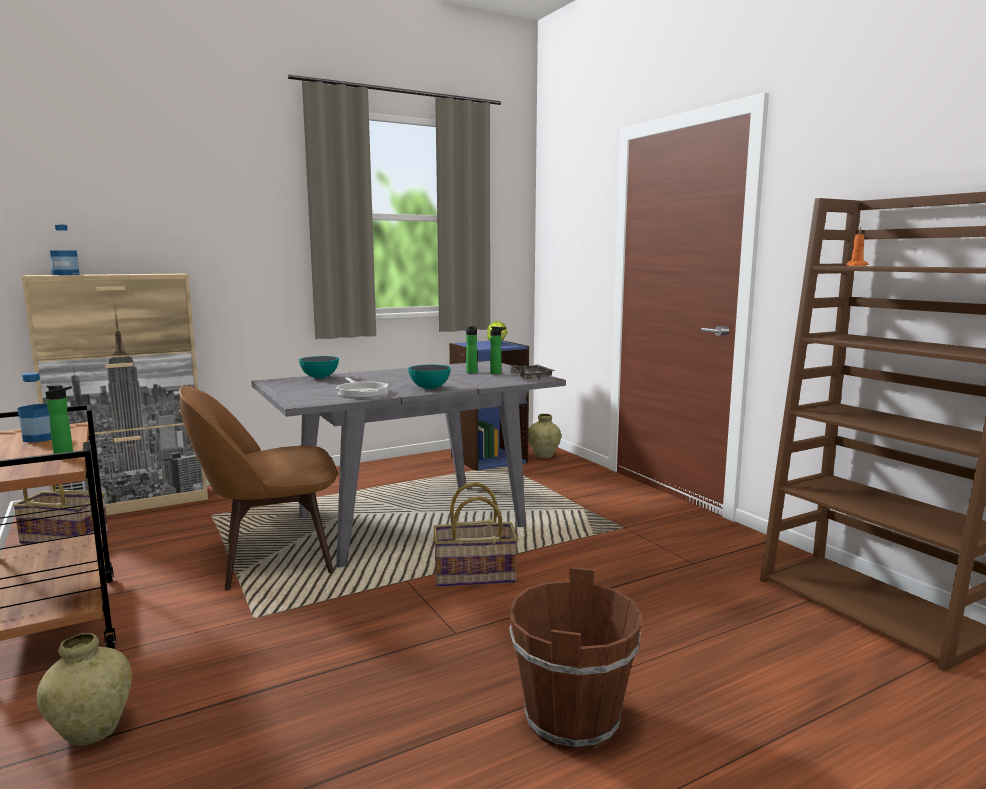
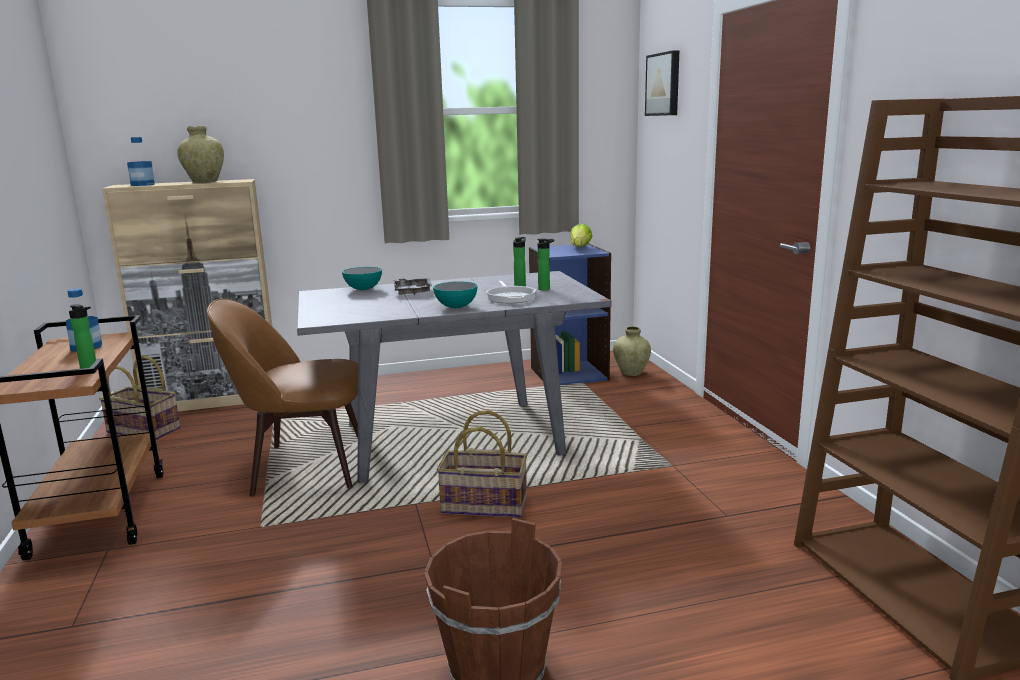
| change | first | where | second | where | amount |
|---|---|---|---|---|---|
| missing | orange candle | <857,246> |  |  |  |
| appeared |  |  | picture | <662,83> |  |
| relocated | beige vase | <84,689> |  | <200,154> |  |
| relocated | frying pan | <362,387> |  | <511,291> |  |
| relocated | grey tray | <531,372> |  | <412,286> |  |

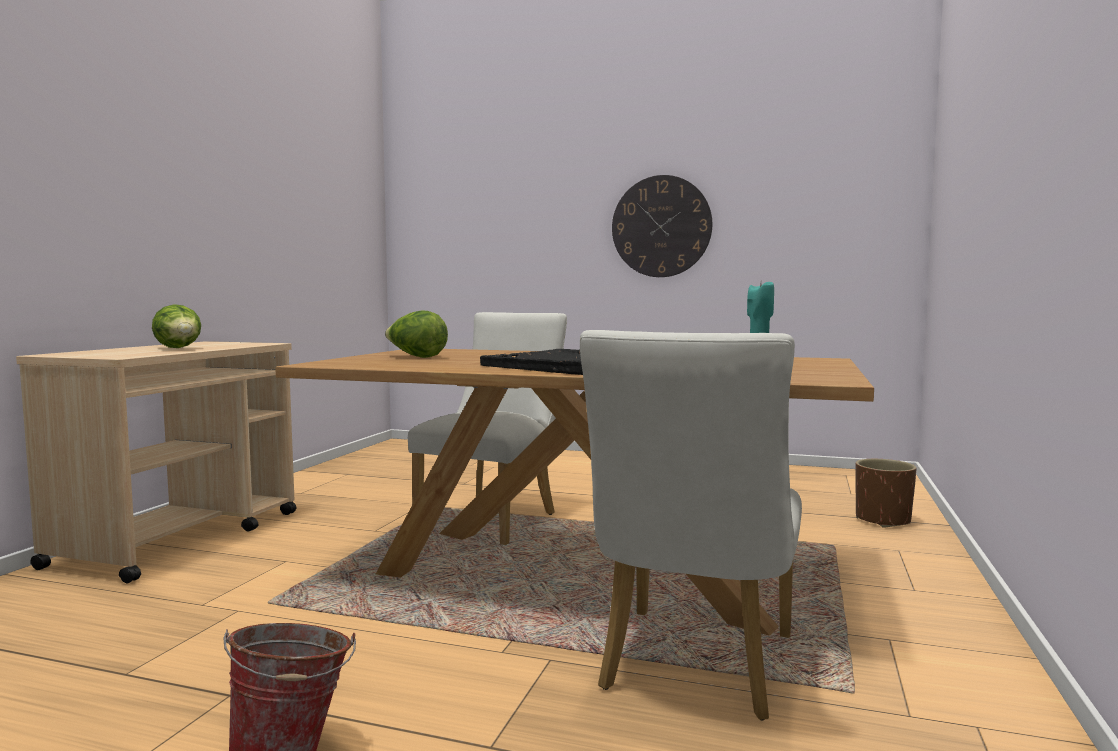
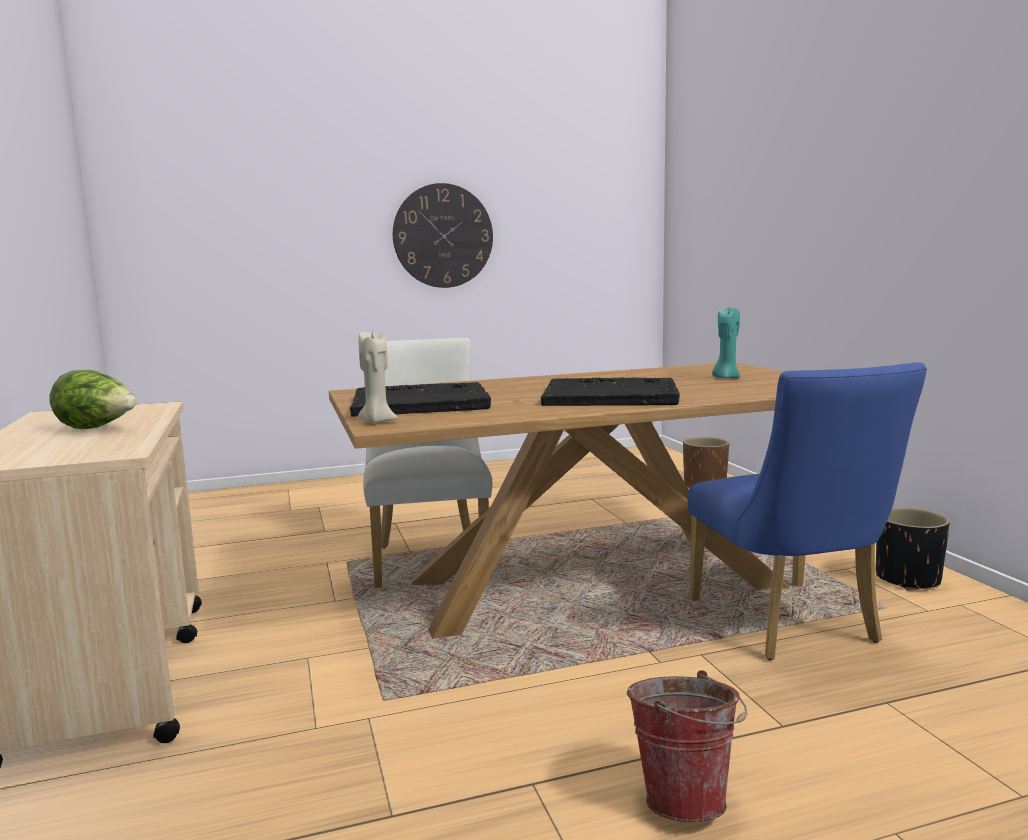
| change | first | where | second | where | amount |
|---|---|---|---|---|---|
| appeared |  |  | beige candle | <377,377> |  |
| appeared |  |  | black planter | <913,549> |  |
| exchanged | lettuce | <416,334> | black tray | <420,399> |  |
| colour | white chair | <691,525> | blue chair | <807,511> |  |

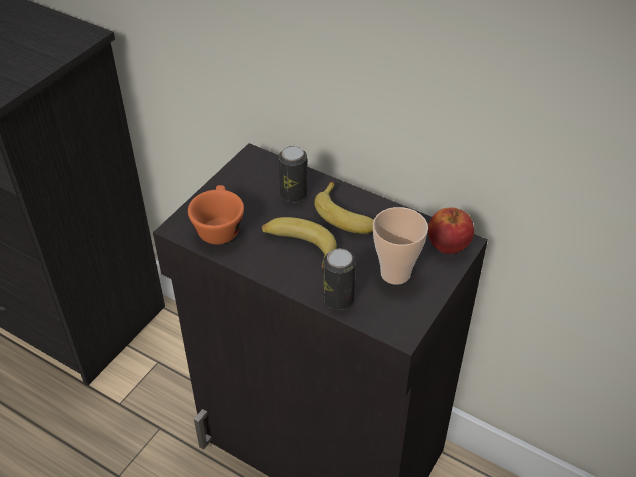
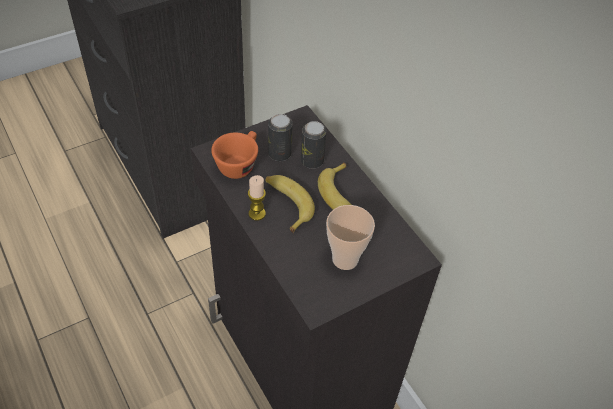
| change | first | where | second | where | amount |
|---|---|---|---|---|---|
| missing | apple | <451,230> |  |  |  |
| appeared |  |  | candle | <257,197> |  |
| relocated | can | <339,279> |  | <280,137> |  |

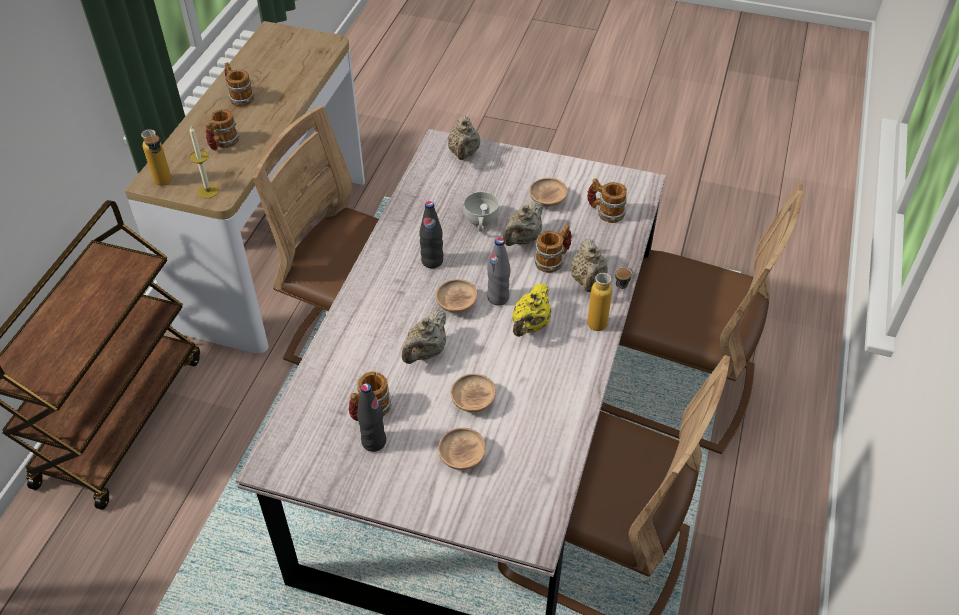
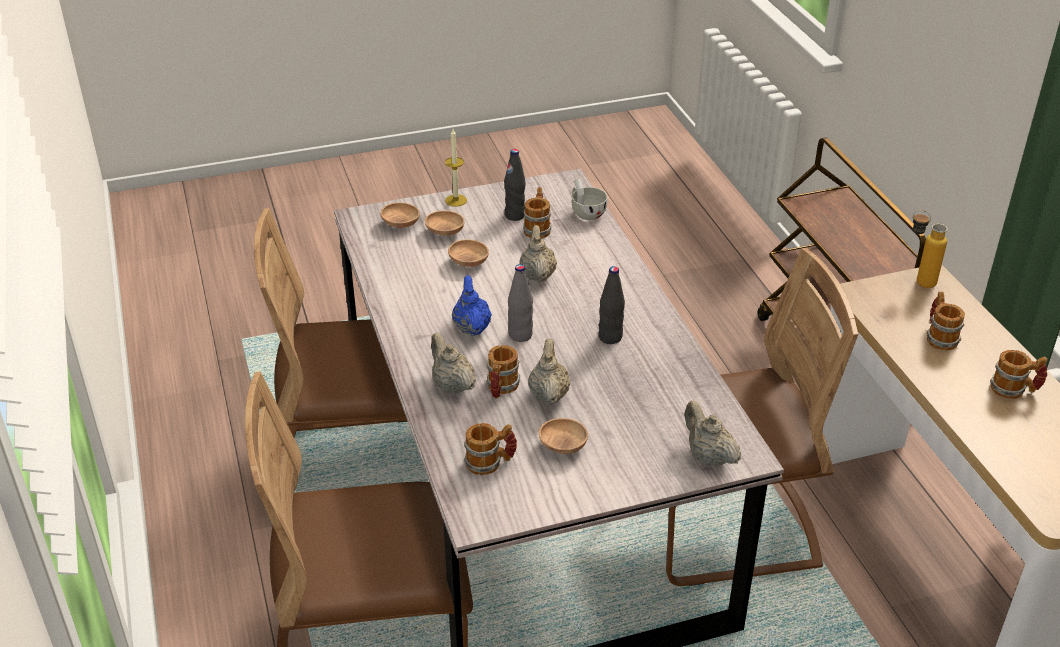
| change | first | where | second | where | amount |
|---|---|---|---|---|---|
| missing | bottle | <610,299> |  |  |  |
| relocated | candle | <204,162> |  | <456,168> |  |
| relocated | brown bowl | <456,296> |  | <400,215> |  |
| relocated | white cup | <481,211> |  | <589,199> |  |
| colour | yellow teapot | <531,310> | blue teapot | <472,305> |  |

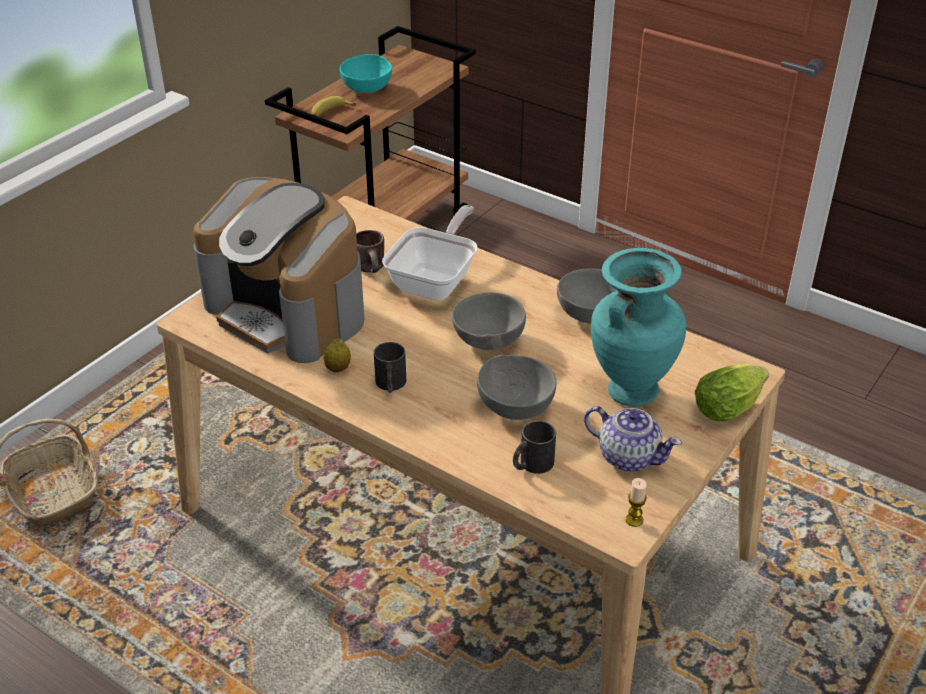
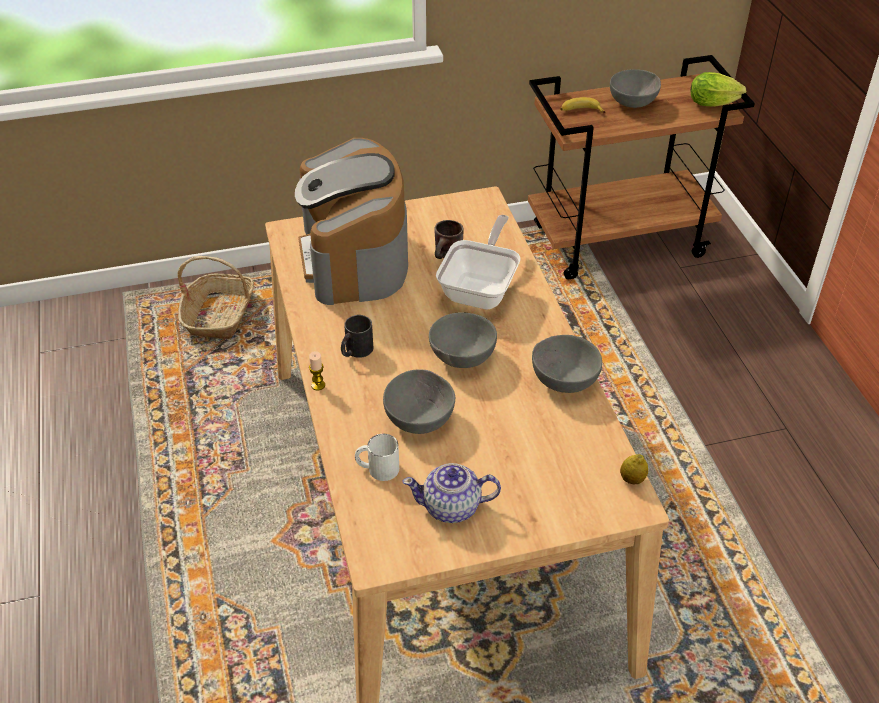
| change | first | where | second | where | amount |
|---|---|---|---|---|---|
| missing | turquoise vase | <638,327> |  |  |  |
| relocated | lemon | <337,355> |  | <634,469> |  |
| relocated | candle | <636,502> |  | <317,371> |  |
| relocated | lettuce | <732,392> |  | <718,89> |  |
| colour | turquoise bowl | <366,73> | grey bowl | <635,88> |  |
| colour | black mug | <534,447> | white mug | <377,457> |  |
| spun | frying pan | <430,253> |  | <478,262> | 45 degrees counterclockwise |
| spun | teapot | <633,439> |  | <451,493> | 105 degrees clockwise |

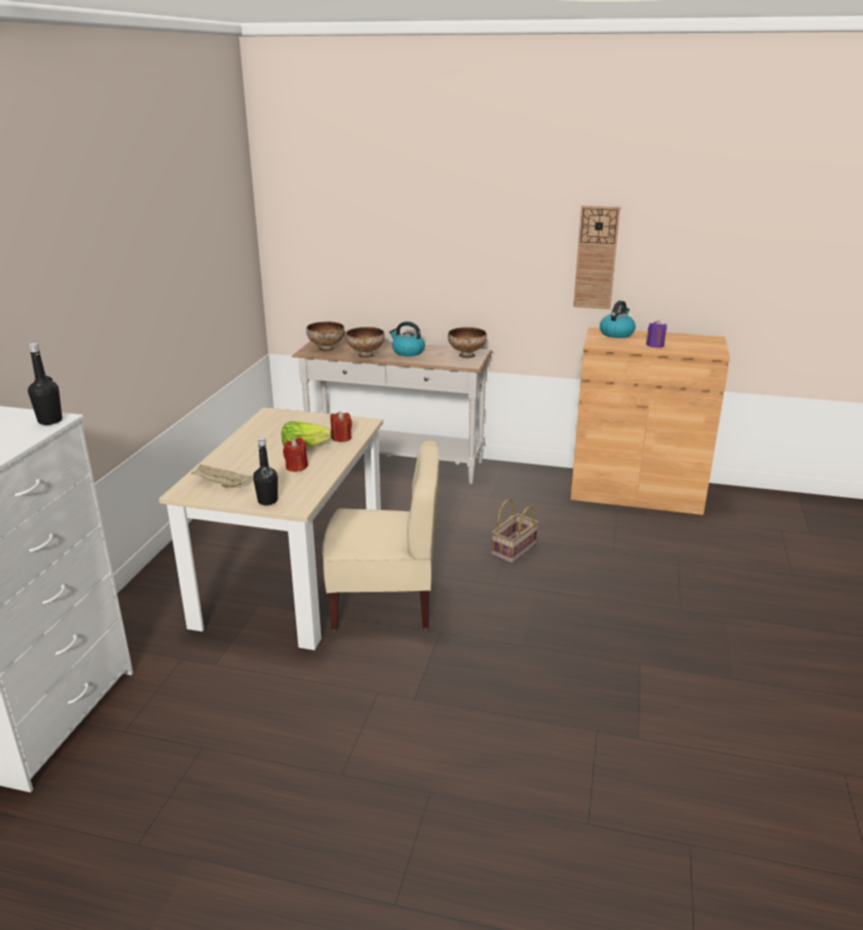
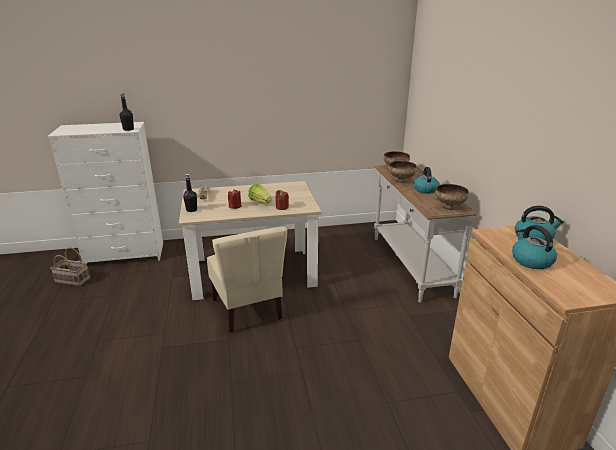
| change | first | where | second | where | amount |
|---|---|---|---|---|---|
| missing | wall clock | <596,257> |  |  |  |
| relocated | basket | <514,531> |  | <70,267> |  |
| exchanged | purple candle | <656,334> | kettle | <534,247> |  |

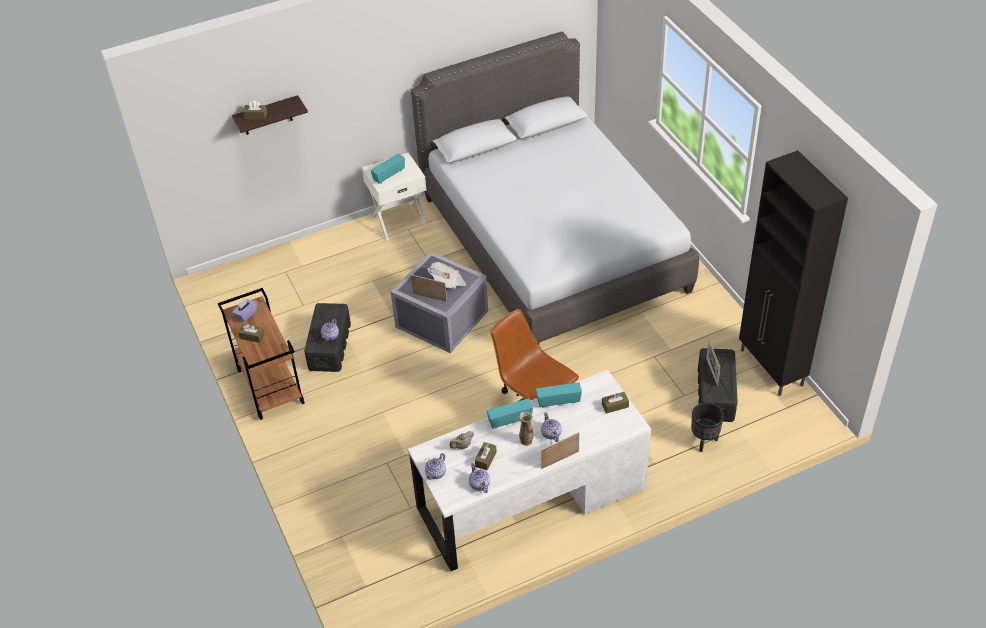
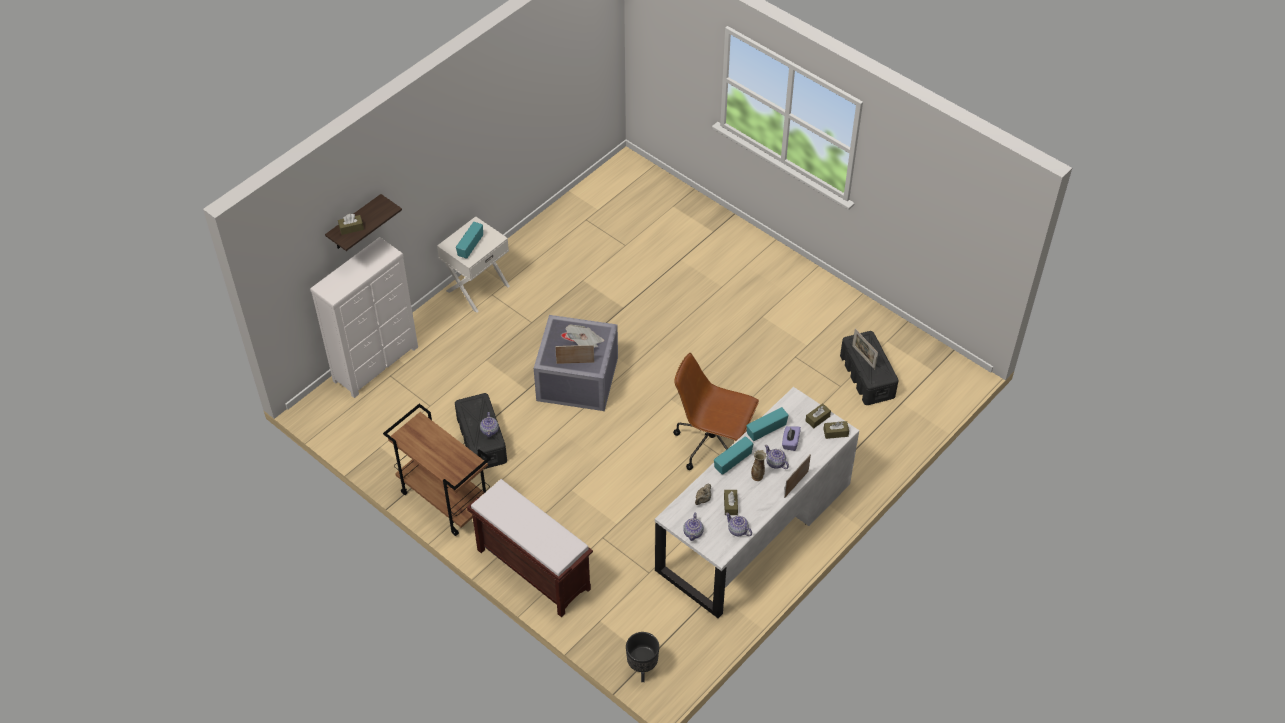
| change | first | where | second | where | amount |
|---|---|---|---|---|---|
| missing | grey bed | <555,188> |  |  |  |
| missing | black cabinet | <793,273> |  |  |  |
| appeared |  |  | white dresser | <364,317> |  |
| appeared |  |  | brown bench | <530,548> |  |
| relocated | purple tissue box | <244,310> |  | <791,438> |  |
| relocated | brown tissue box | <251,333> |  | <836,430> |  |
| relocated | black planter | <707,427> |  | <642,657> |  |

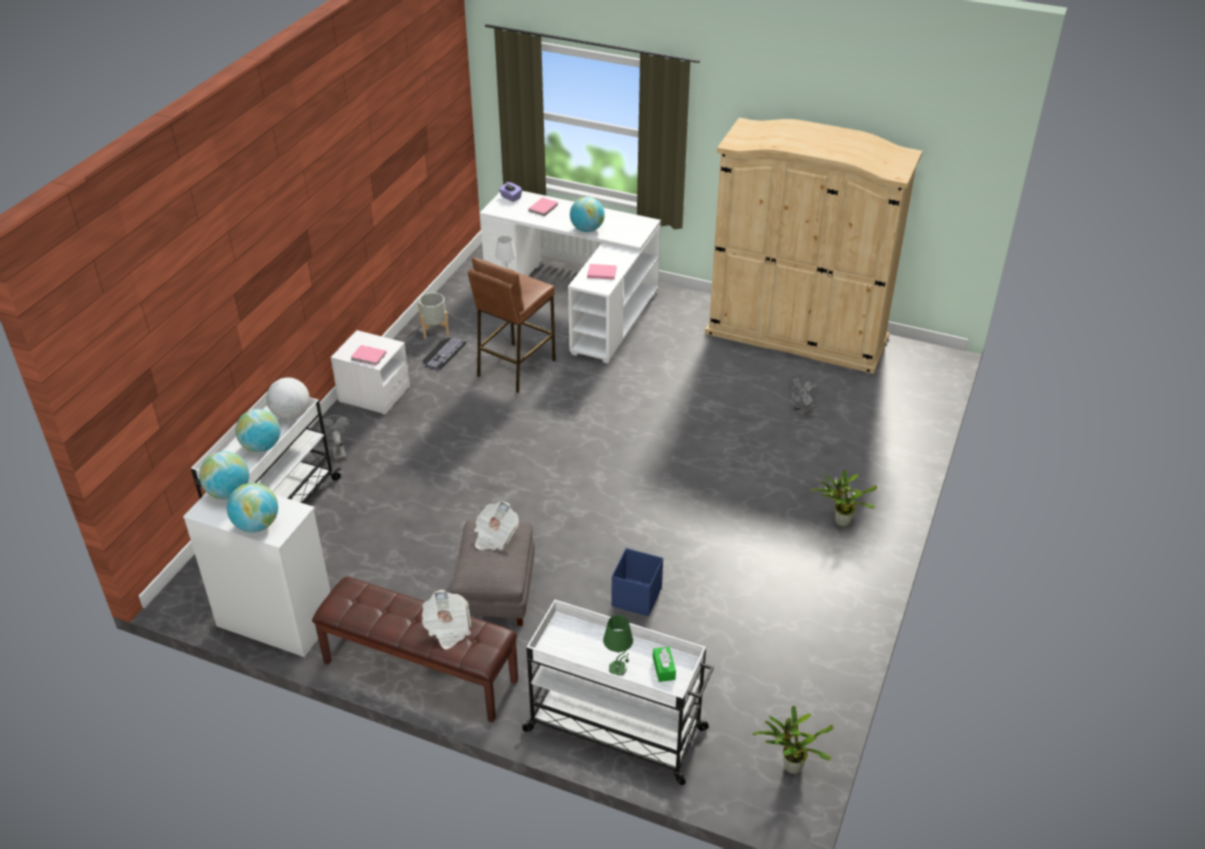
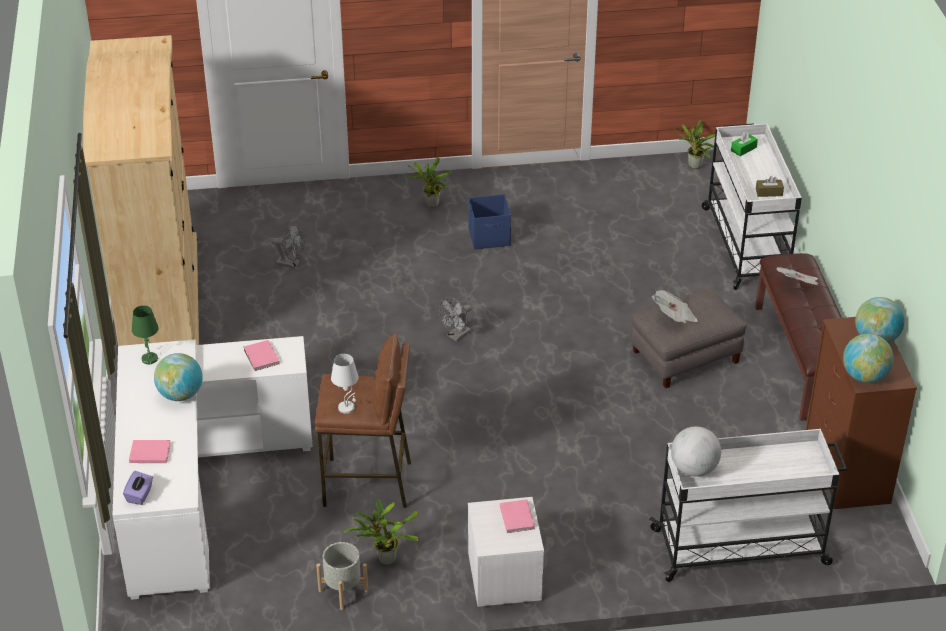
| change | first | where | second | where | amount |
|---|---|---|---|---|---|
| missing | globe | <257,430> |  |  |  |
| appeared |  |  | brown tissue box | <770,186> |  |
| relocated | grey fan | <334,437> |  | <455,319> |  |
| relocated | green table lamp | <618,645> |  | <145,334> |  |
| relocated | blue storage box | <637,582> |  | <489,221> |  |
| exchanged | keyboard | <445,354> | potted plant | <381,532> |  |
| colour | white dresser | <257,574> | brown dresser | <861,413> |  |

